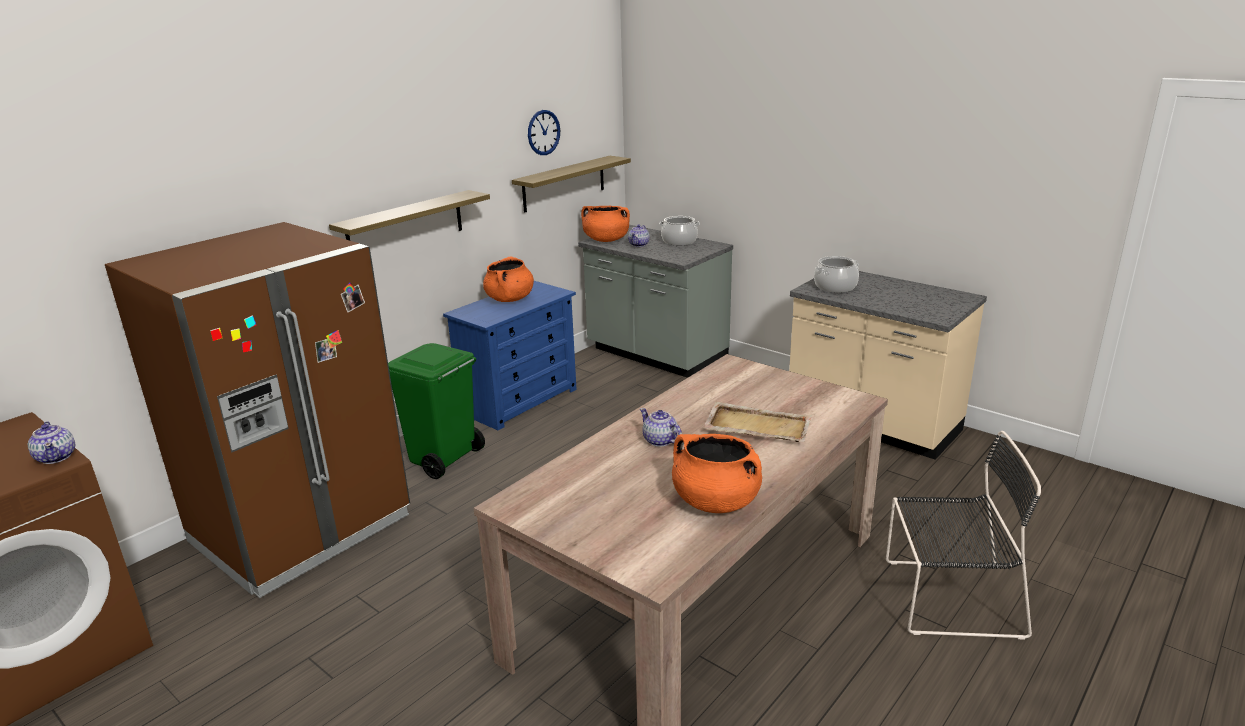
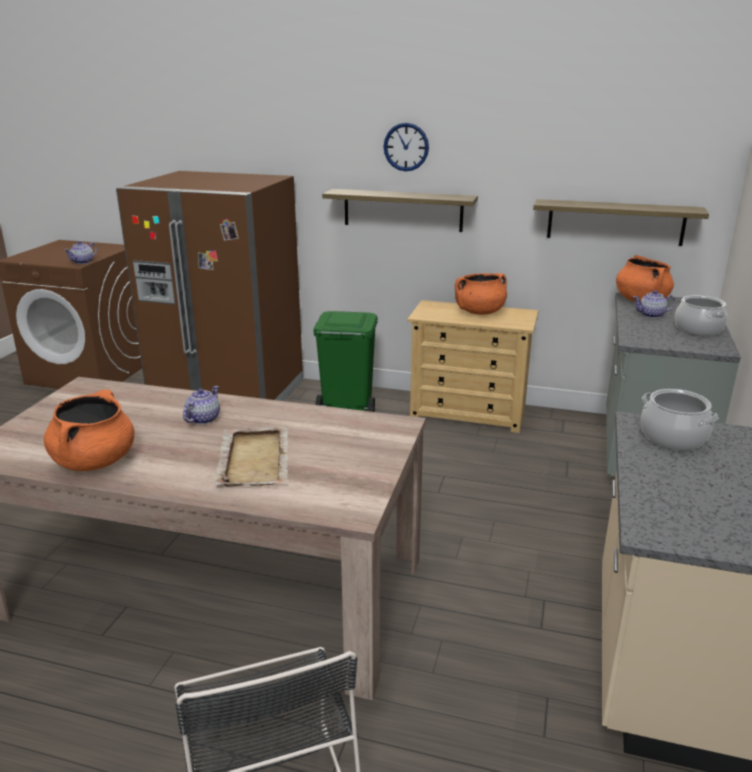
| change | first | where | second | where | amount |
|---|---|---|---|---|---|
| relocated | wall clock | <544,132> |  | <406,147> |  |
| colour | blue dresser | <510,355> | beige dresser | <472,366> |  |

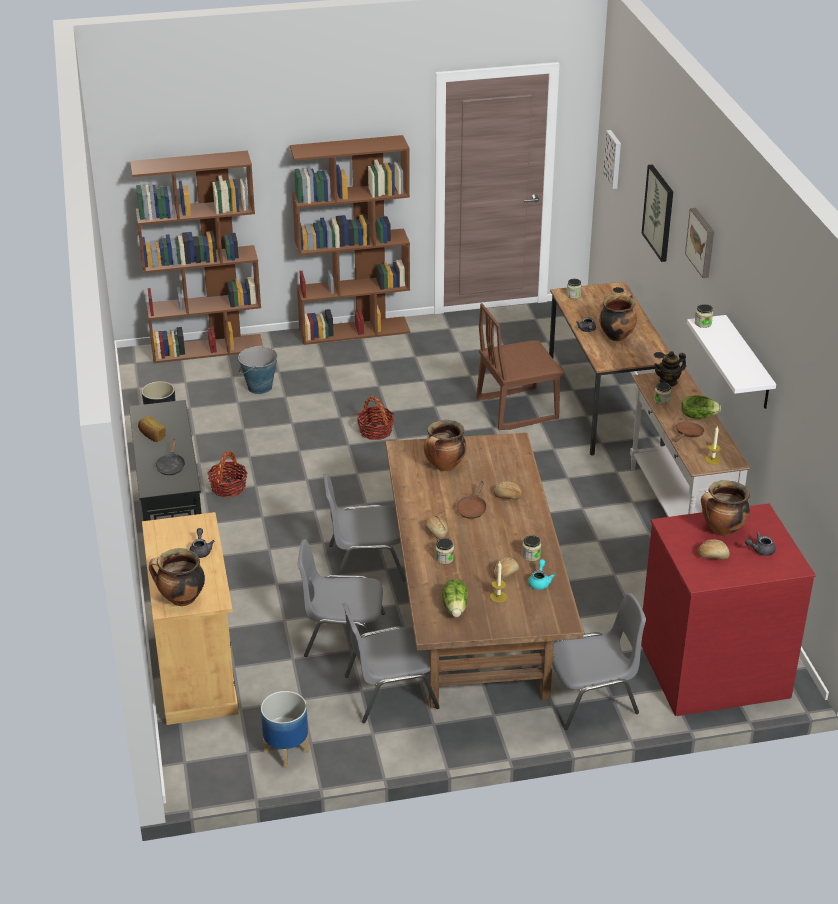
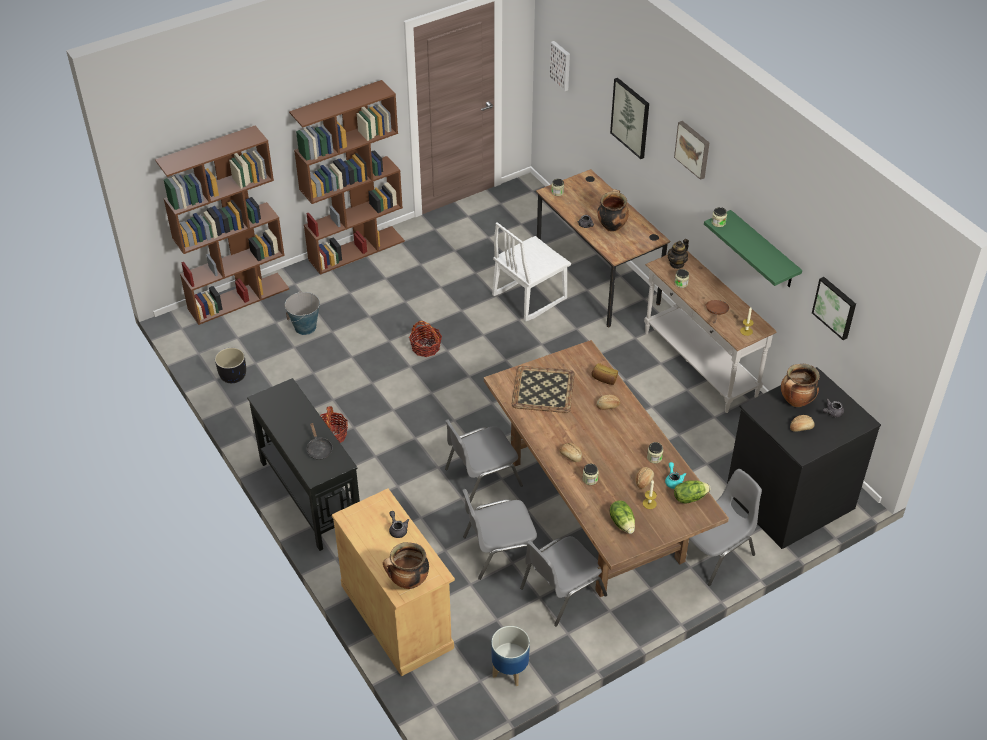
| change | first | where | second | where | amount |
|---|---|---|---|---|---|
| missing | brown frying pan | <471,500> |  |  |  |
| appeared |  |  | picture | <834,308> |  |
| relocated | bread | <152,429> |  | <604,374> |  |
| relocated | lettuce | <701,406> |  | <692,491> |  |
| exchanged | cooking pot | <445,445> | tray | <543,389> |  |
| colour | brown chair | <520,366> | white chair | <531,272> |  |
| colour | red dresser | <728,609> | black dresser | <804,458> |  |
| colour | white shelf | <731,362> | green shelf | <753,248> |  |

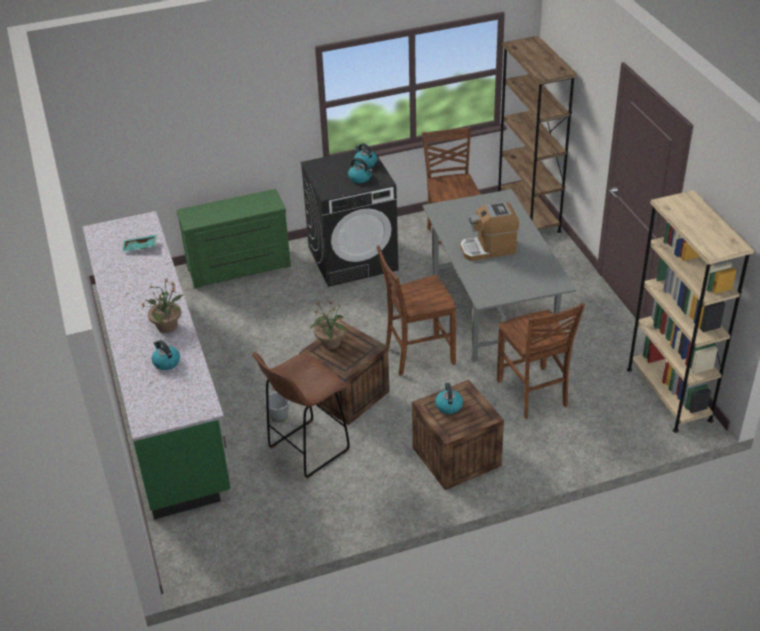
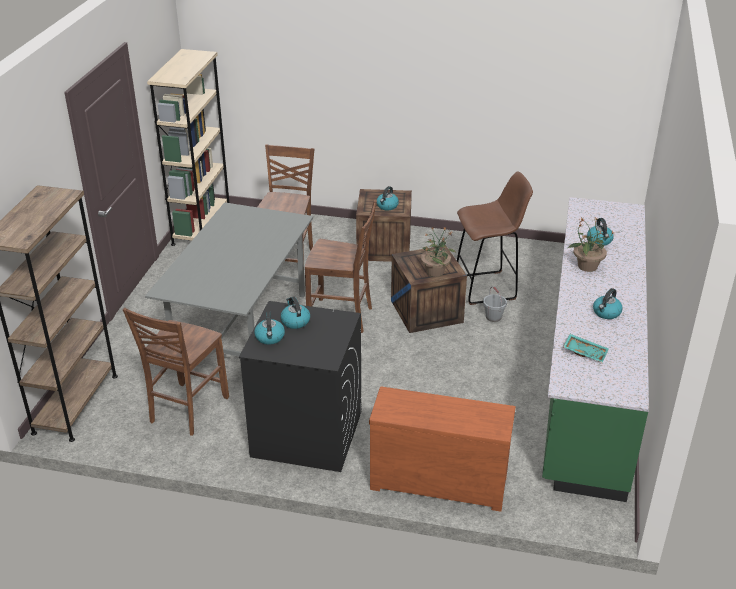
| change | first | where | second | where | amount |
|---|---|---|---|---|---|
| missing | coffee machine | <489,231> |  |  |  |
| appeared |  |  | kettle | <608,303> |  |
| colour | green dresser | <233,239> | brown dresser | <442,449> |  |

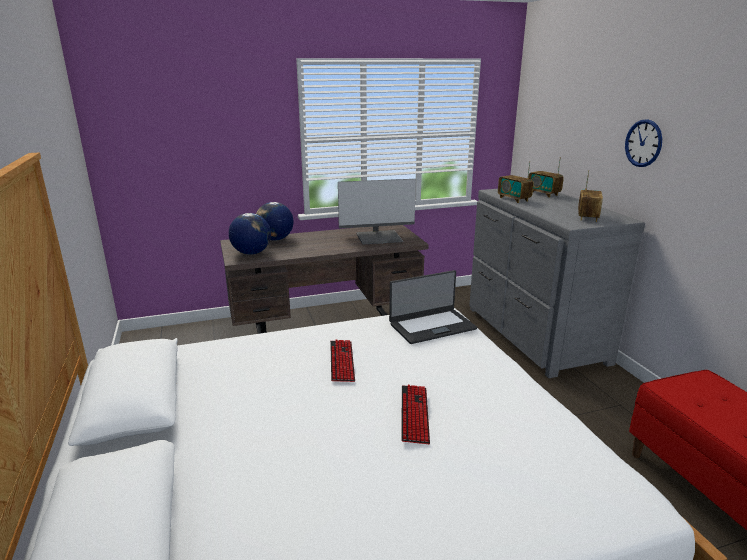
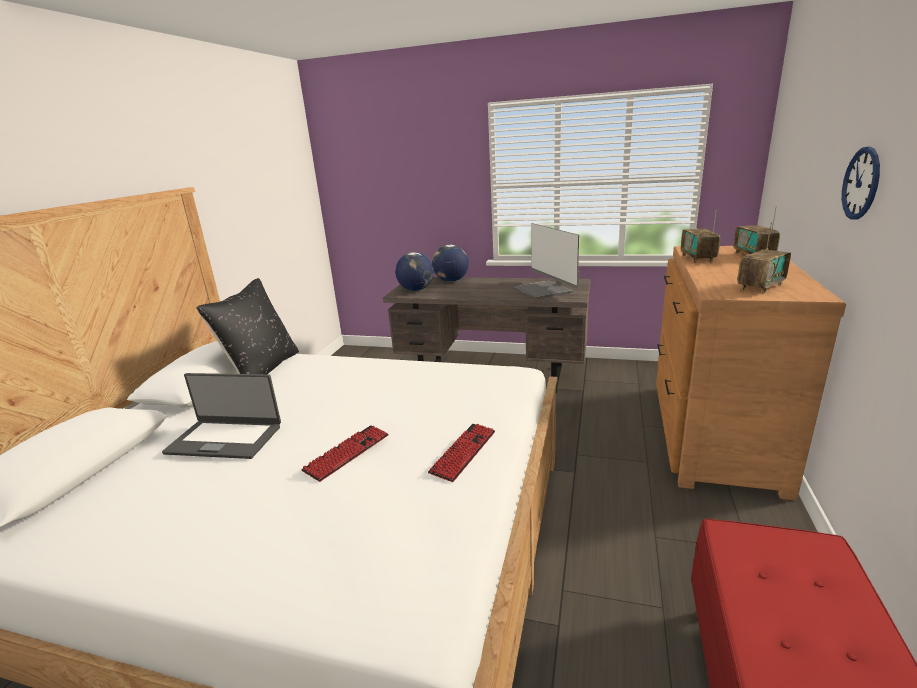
| change | first | where | second | where | amount |
|---|---|---|---|---|---|
| appeared |  |  | black pillow | <247,326> |  |
| relocated | keyboard | <342,361> |  | <461,453> |  |
| relocated | laptop | <433,307> |  | <221,416> |  |
| colour | grey dresser | <557,283> | brown dresser | <751,373> |  |
| spun | monitor | <377,212> |  | <547,260> | 45 degrees clockwise |

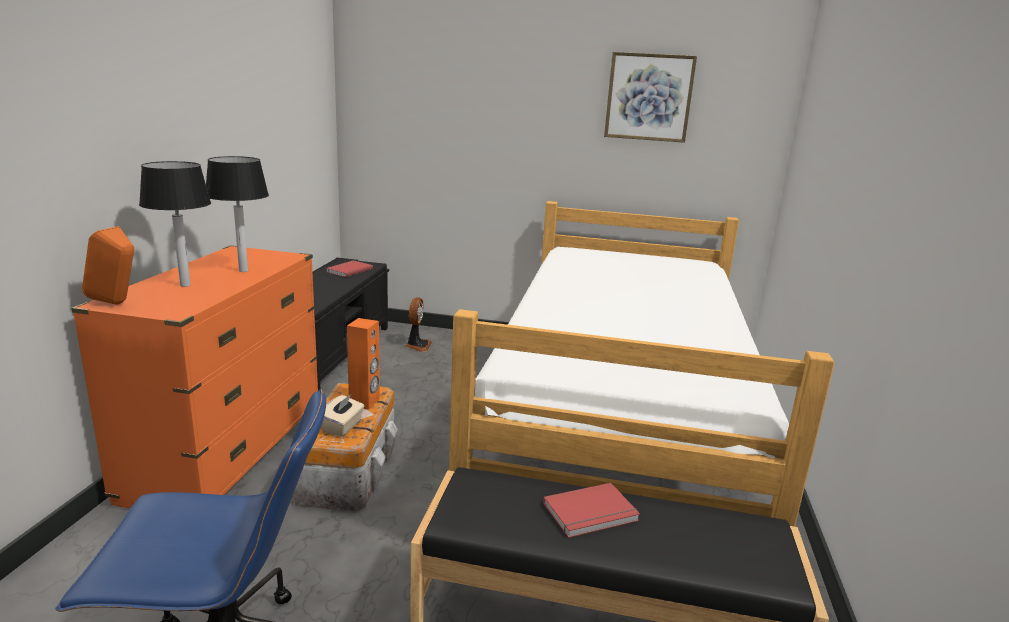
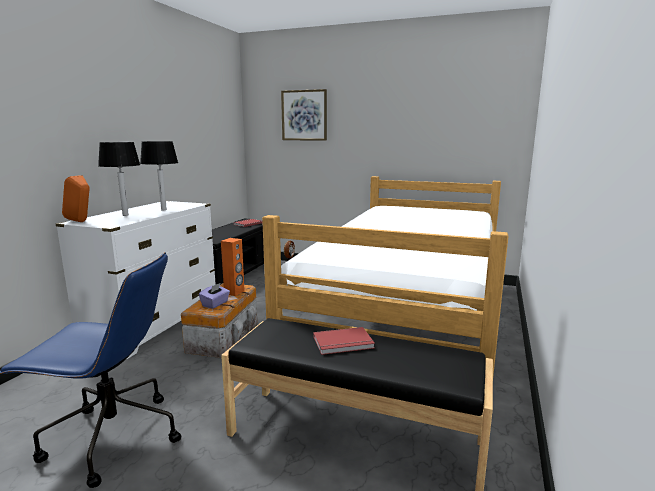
| change | first | where | second | where | amount |
|---|---|---|---|---|---|
| relocated | picture | <650,97> |  | <304,115> |  |
| colour | orange dresser | <194,376> | white dresser | <136,280> |  |
| colour | beige tissue box | <343,415> | purple tissue box | <214,296> |  |

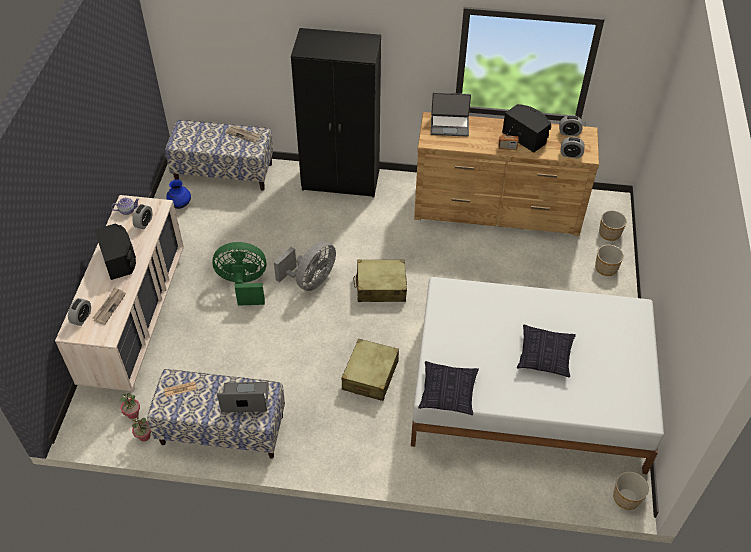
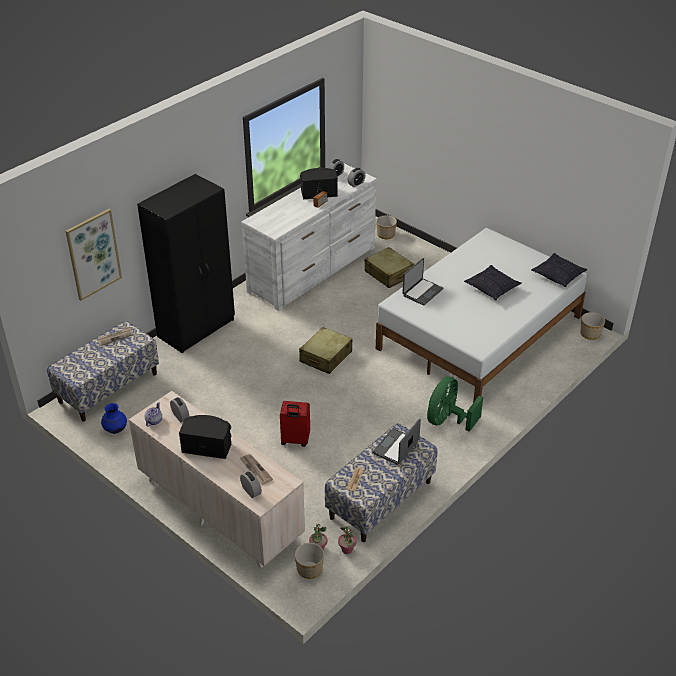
| change | first | where | second | where | amount |
|---|---|---|---|---|---|
| missing | grey fan | <305,266> |  |  |  |
| appeared |  |  | picture | <94,255> |  |
| appeared |  |  | red suitcase | <295,424> |  |
| relocated | green fan | <239,274> |  | <455,404> |  |
| relocated | beige suitcase | <370,370> |  | <389,267> |  |
| relocated | pillow | <448,388> |  | <559,270> |  |
| relocated | laptop | <451,114> |  | <422,282> |  |
| relocated | planter | <609,260> |  | <309,561> |  |
| colour | brown dresser | <506,174> | white dresser | <309,237> |  |

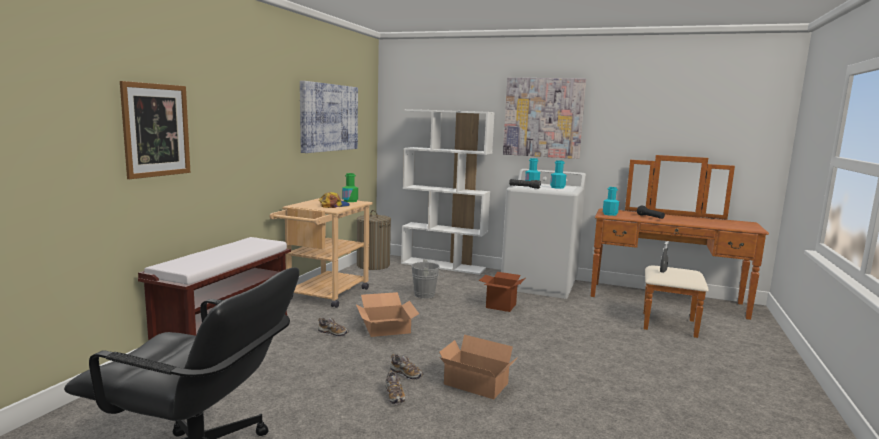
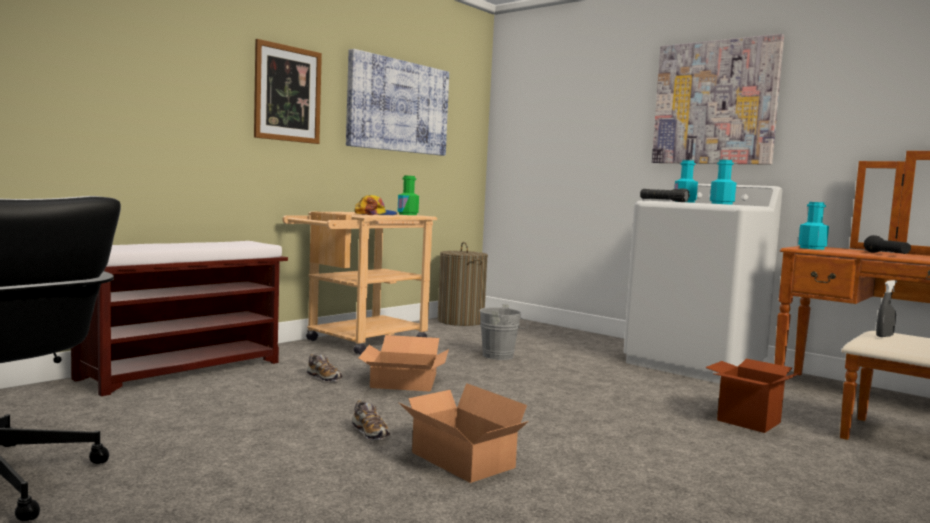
| change | first | where | second | where | amount |
|---|---|---|---|---|---|
| missing | shoe | <396,388> |  |  |  |
| missing | white bookcase | <448,192> |  |  |  |
| relocated | picture | <155,130> |  | <288,91> |  |
| relocated | cardboard box | <502,292> |  | <753,396> |  |

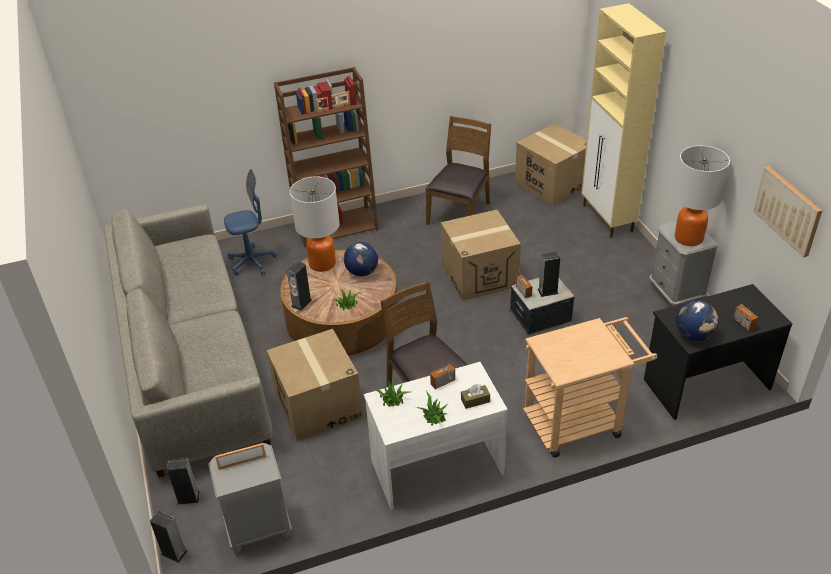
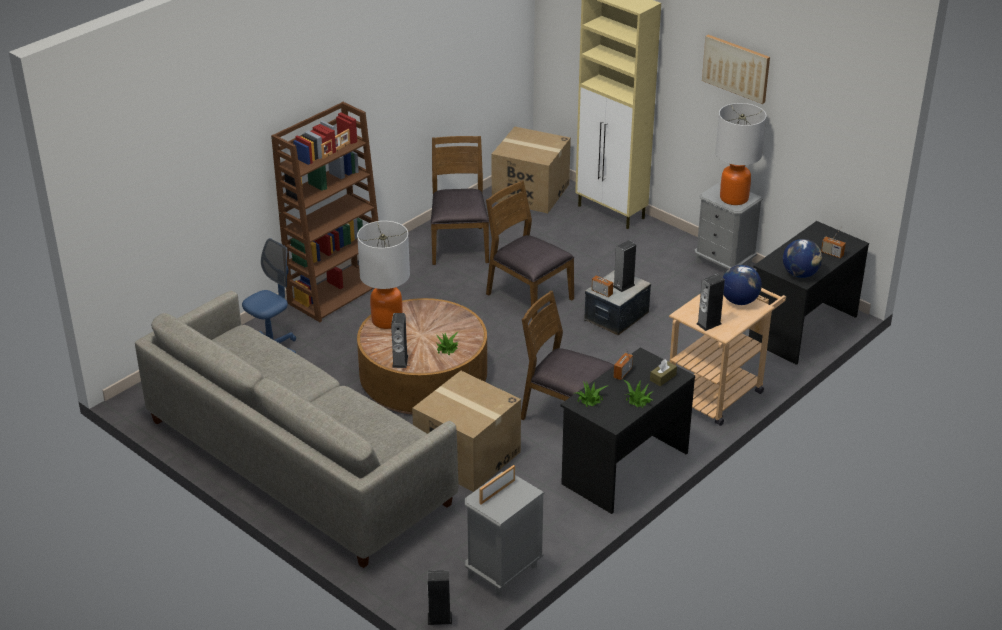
| change | first | where | second | where | amount |
|---|---|---|---|---|---|
| relocated | speaker | <183,481> |  | <711,302> |  |
| relocated | globe | <361,259> |  | <742,285> |  |
| relocated | picture | <787,211> |  | <736,69> |  |
| exchanged | cardboard box | <481,255> | brown chair | <530,249> |  |
| colour | white desk | <436,436> | black desk | <627,430> |  |

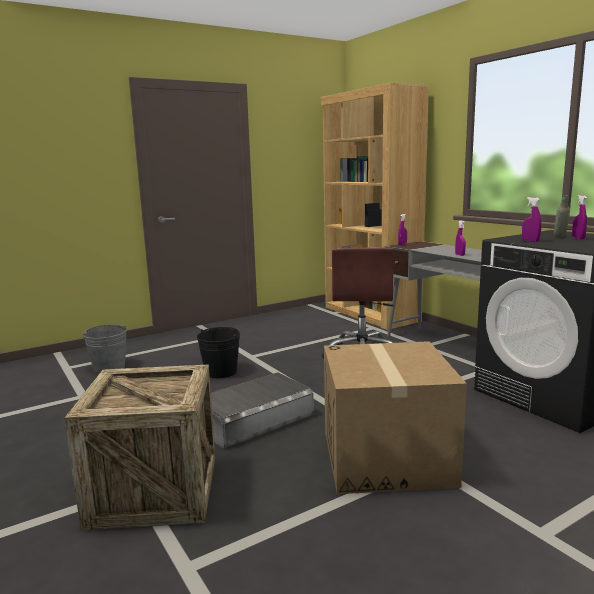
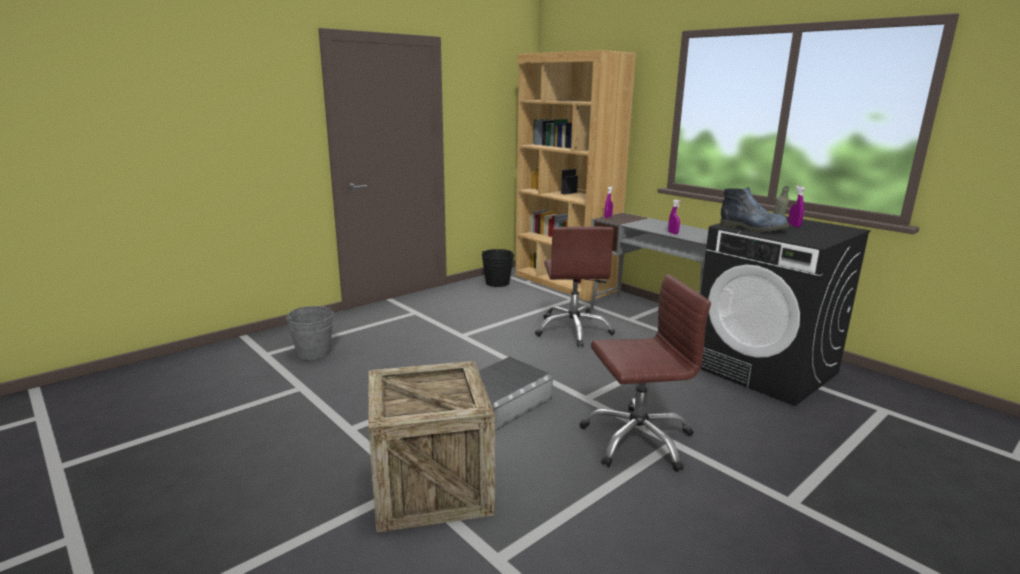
| change | first | where | second | where | amount |
|---|---|---|---|---|---|
| relocated | black bucket | <218,352> |  | <497,268> |  |
| exchanged | cardboard box | <395,417> | brown office chair | <645,373> |  |
| exchanged | purple spray bottle | <531,219> | boot | <755,209> |  |

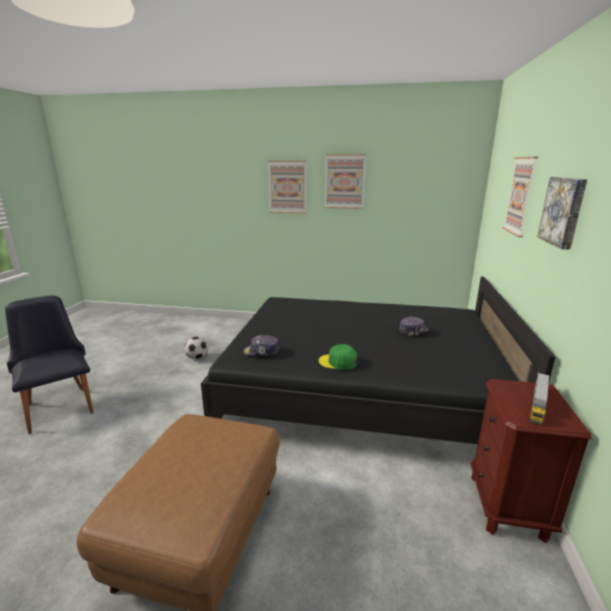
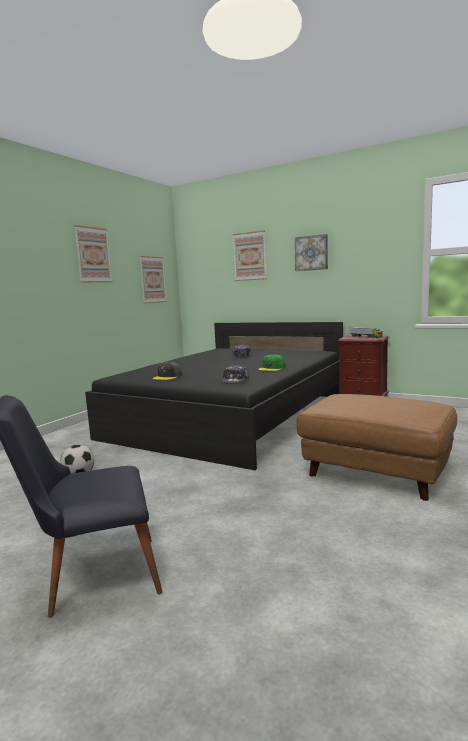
| change | first | where | second | where | amount |
|---|---|---|---|---|---|
| appeared |  |  | grey cap | <167,371> |  |
| relocated | picture | <287,187> |  | <153,280> |  |

